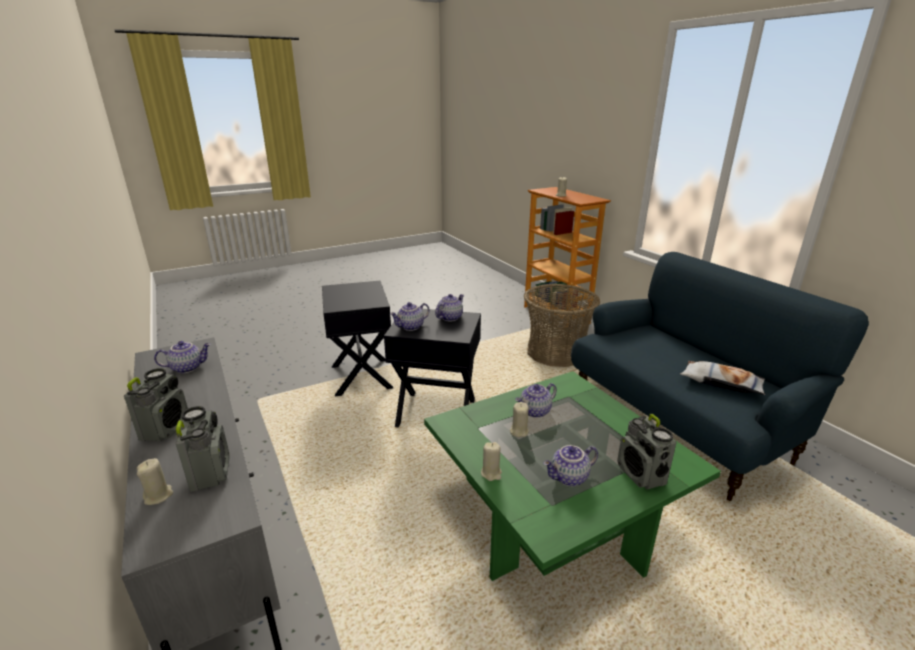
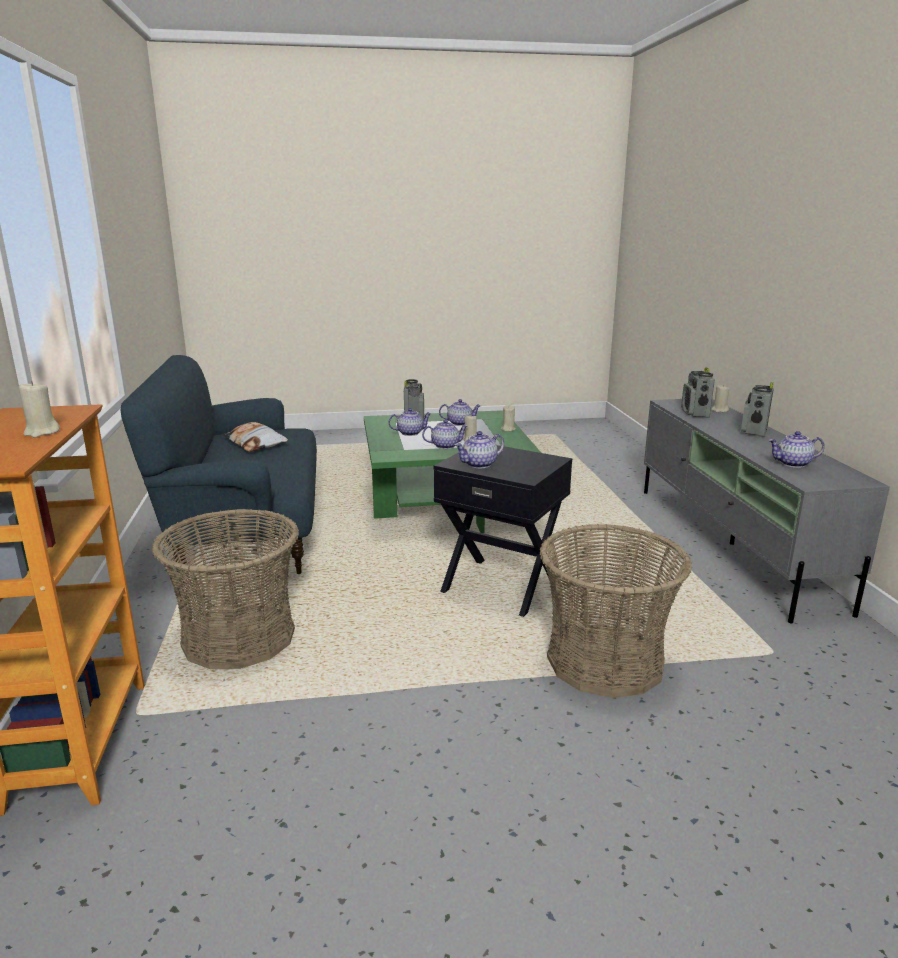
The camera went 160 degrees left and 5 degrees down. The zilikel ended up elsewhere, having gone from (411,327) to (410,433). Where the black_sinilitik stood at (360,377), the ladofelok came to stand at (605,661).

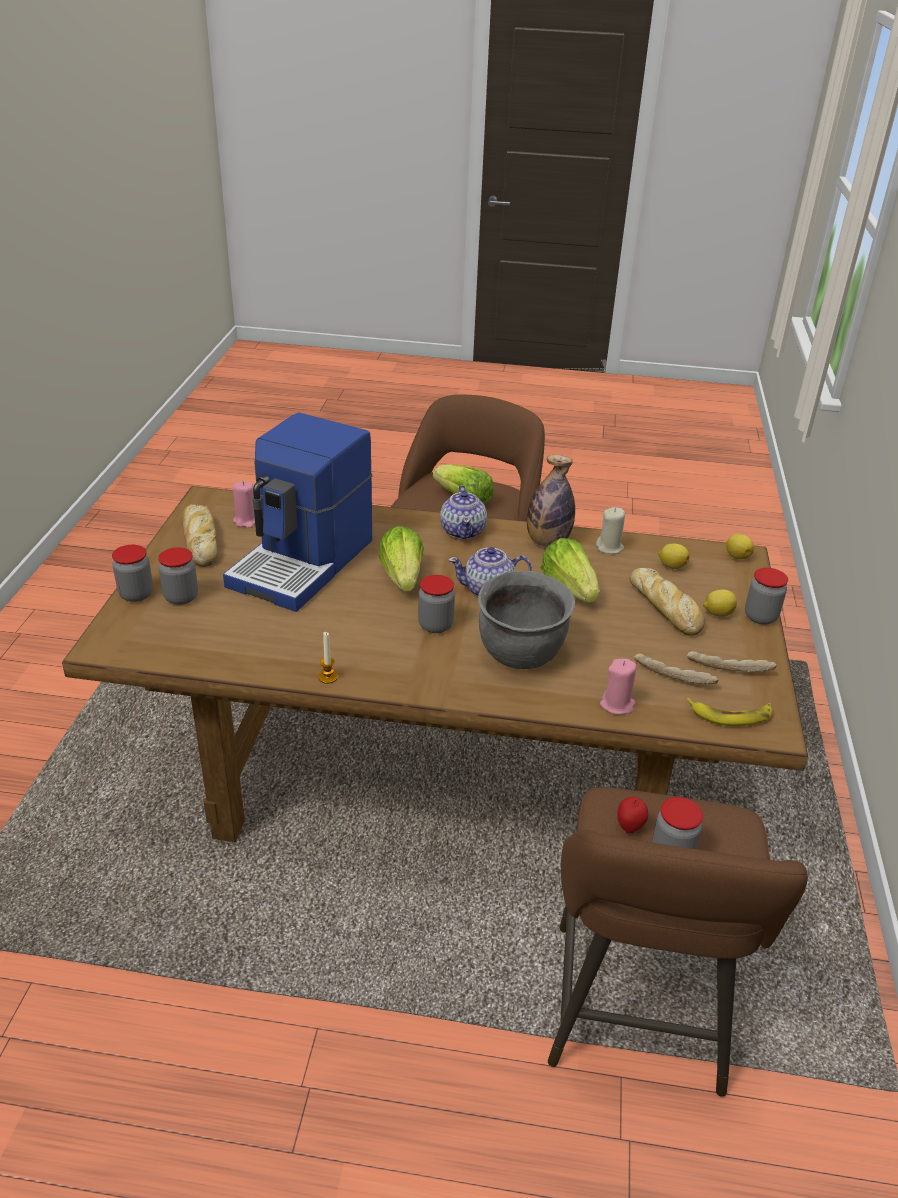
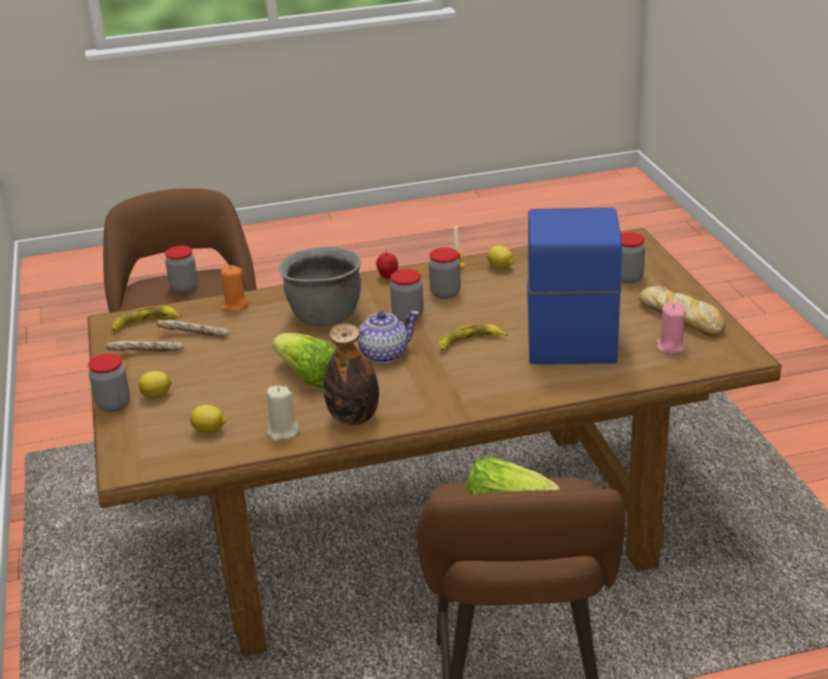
The camera went 160 degrees right and 5 degrees down. The second view lost the zilikel at (463,531). The second view lost the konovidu at (665,608). The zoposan ended up elsewhere, having gone from (136,594) to (445,293). The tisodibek ended up elsewhere, having gone from (629,827) to (388,277). The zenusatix ended up elsewhere, having gone from (737,556) to (500,268). Where the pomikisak stood at (402,577), the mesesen came to stand at (469,342). What was the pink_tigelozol at (617,705) turned into the orange_tigelozol at (235,306).

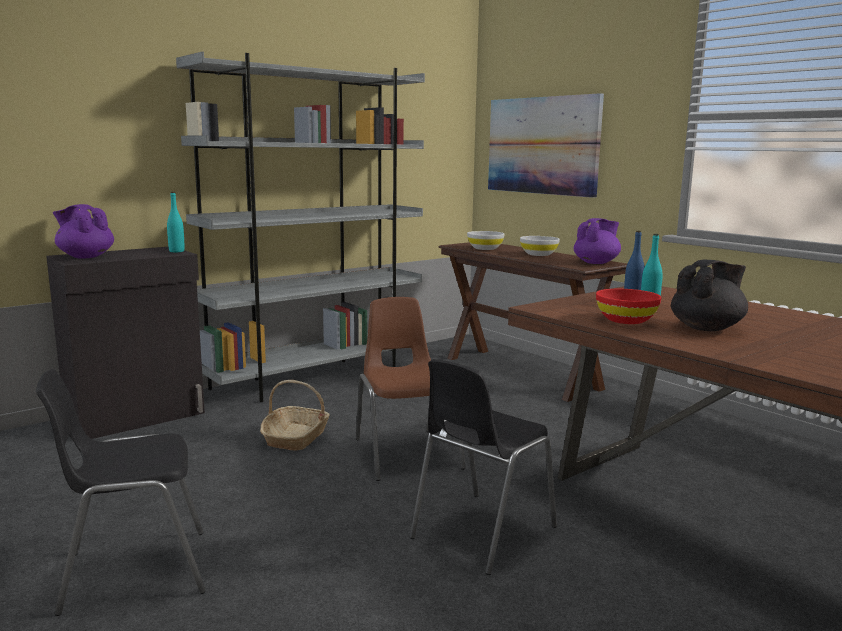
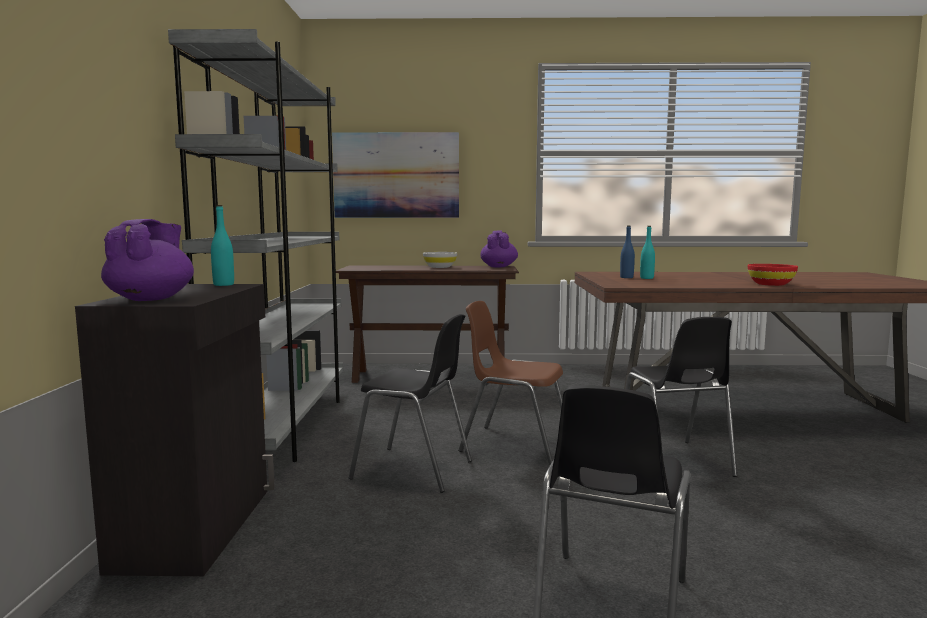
The camera went 50 degrees left and 5 degrees down. The second view lost the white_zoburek at (485,248). The second view lost the black_zilikel at (707,328). The red_zoburek ended up elsewhere, having gone from (626,320) to (770,284). Where the ladofelok stood at (296,437), the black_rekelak came to stand at (413,470). The purple_zilikel at (85,256) ended up facing another way, 120 degrees clockwise from before.

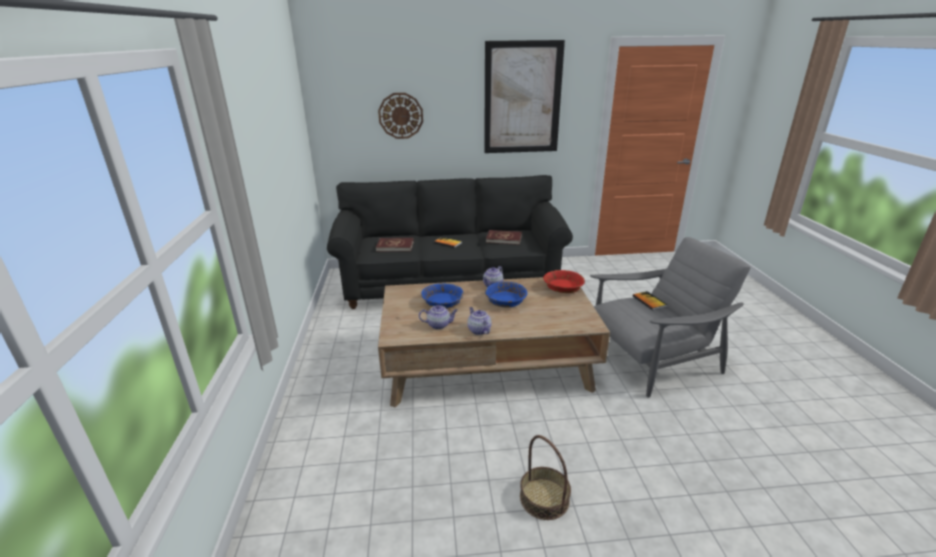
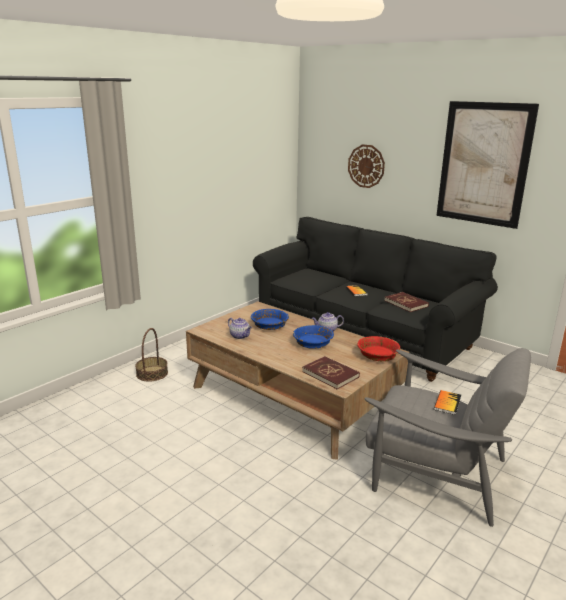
The camera went 45 degrees right and 5 degrees down. The second view lost the zilikel at (478,330). The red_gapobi ended up elsewhere, having gone from (395,246) to (330,374). The ladofelok ended up elsewhere, having gone from (544,498) to (152,373).

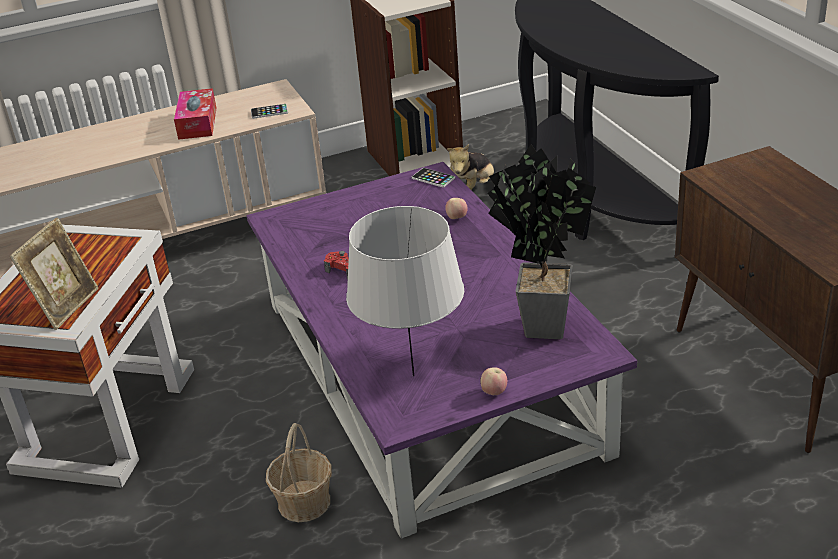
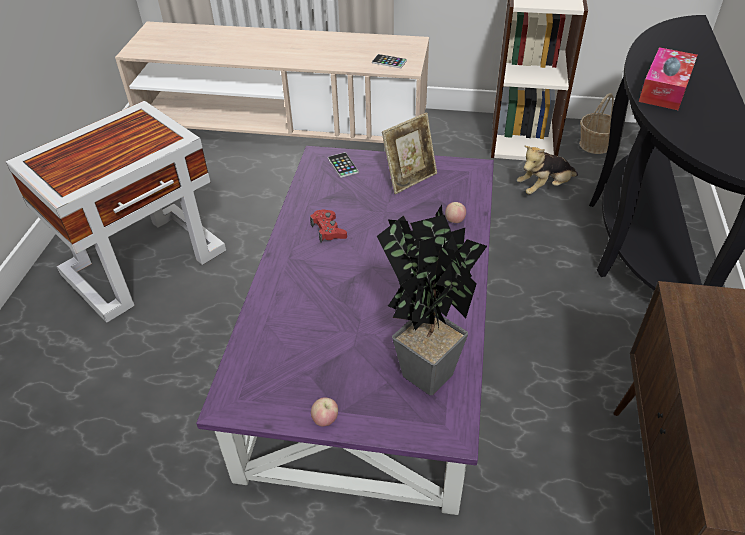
The camera went 30 degrees right and 10 degrees up. The second view lost the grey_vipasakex at (413,375). The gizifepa ended up elsewhere, having gone from (66,306) to (410,179). The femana ended up elsewhere, having gone from (197,123) to (664,89). The ladofelok ended up elsewhere, having gone from (304,502) to (595,145). The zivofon ended up elsewhere, having gone from (433,178) to (343,165).

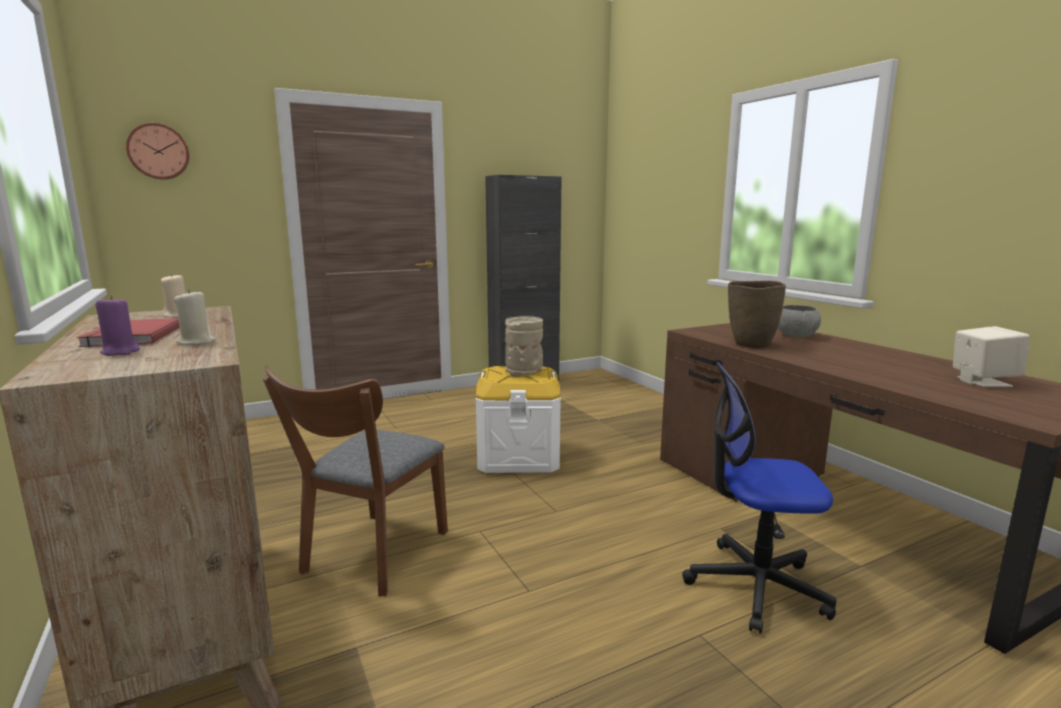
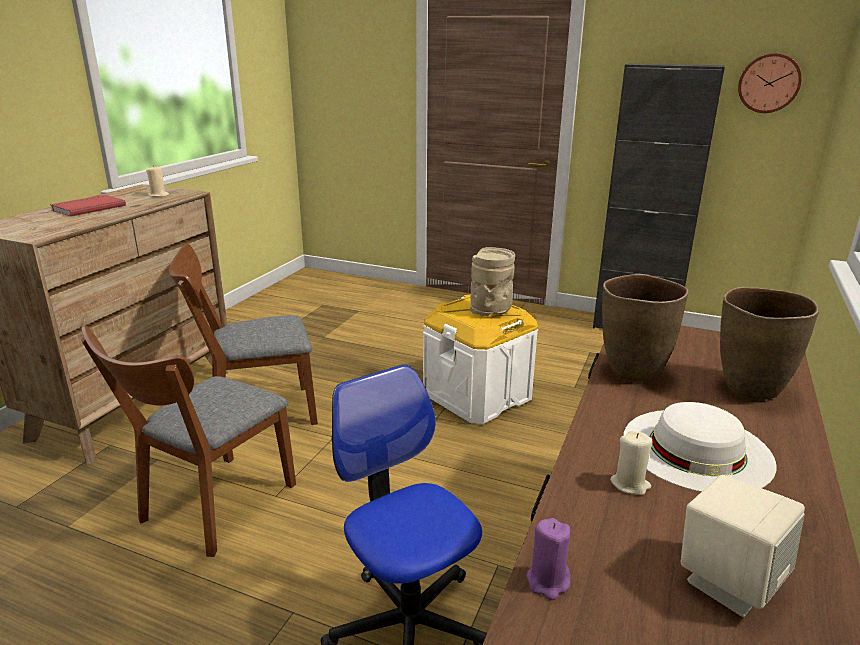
The camera went 50 degrees right and 10 degrees up. The second view gained the brown_rekelak at (211,509). The second view gained the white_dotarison at (697,449). The purple_tigelozol ended up elsewhere, having gone from (120,352) to (548,581). The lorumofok ended up elsewhere, having gone from (158,151) to (769,83). The beige_tigelozol ended up elsewhere, having gone from (196,342) to (630,484). Where the grey_zoburek stood at (796,336), the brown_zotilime came to stand at (750,388).

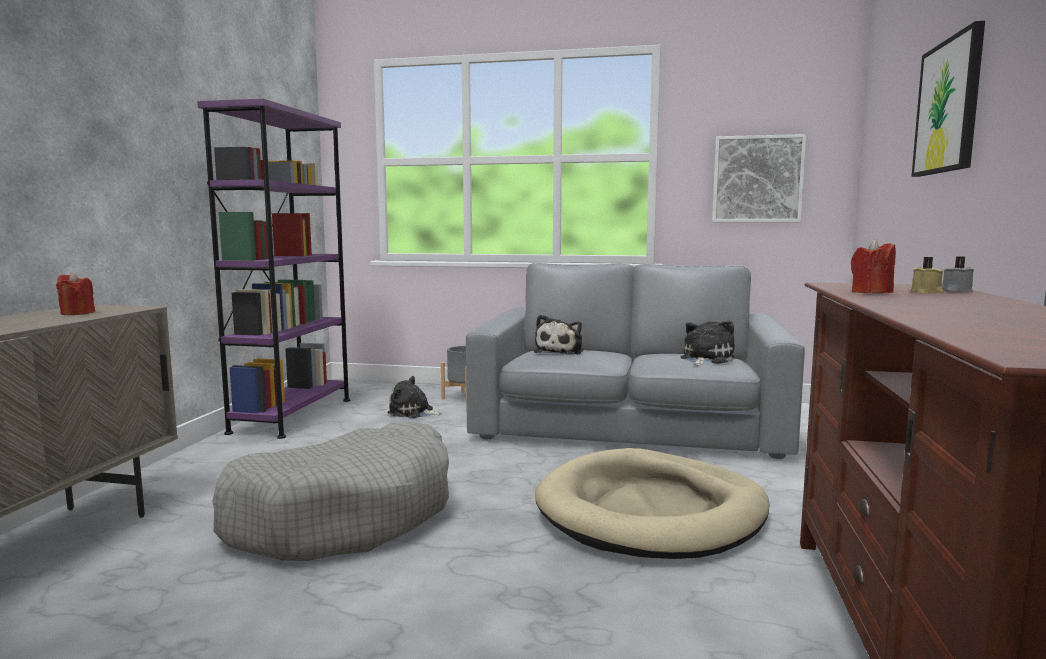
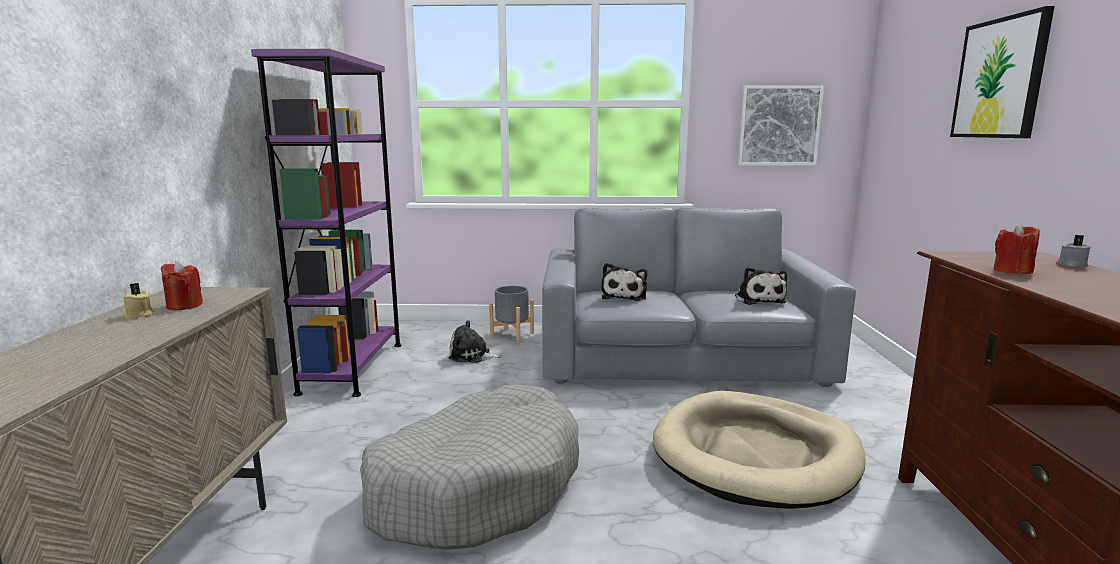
The camera went 10 degrees left and 5 degrees up. The beige_tigelozol ended up elsewhere, having gone from (927,292) to (140,315). The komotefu at (705,359) ended up facing another way, 150 degrees clockwise from before.

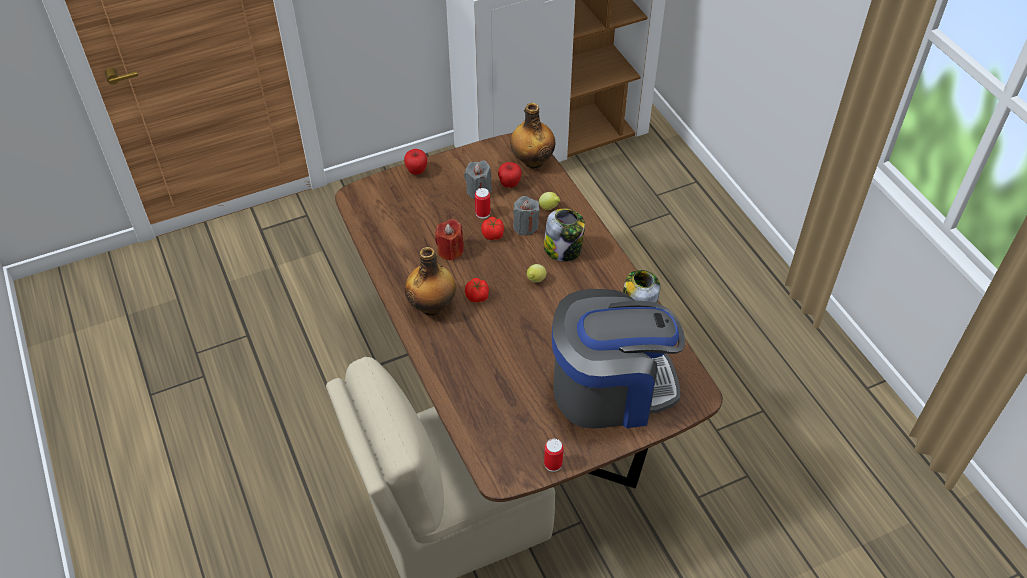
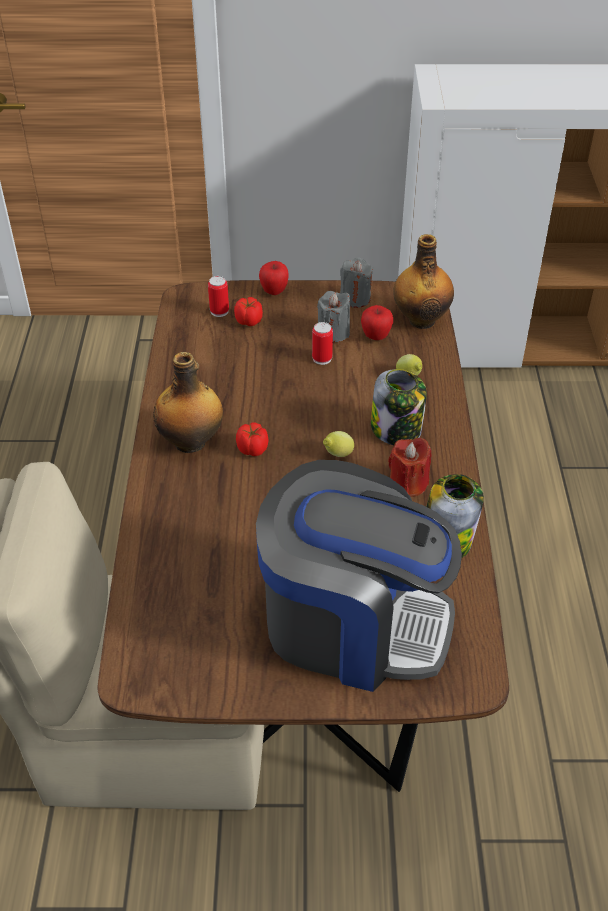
The camera went 25 degrees right and 5 degrees down. The red_tigelozol ended up elsewhere, having gone from (450,251) to (408,483). The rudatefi ended up elsewhere, having gone from (493,235) to (249,321). The grey_tigelozol ended up elsewhere, having gone from (525,226) to (355,298). The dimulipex ended up elsewhere, having gone from (553,464) to (219,311).

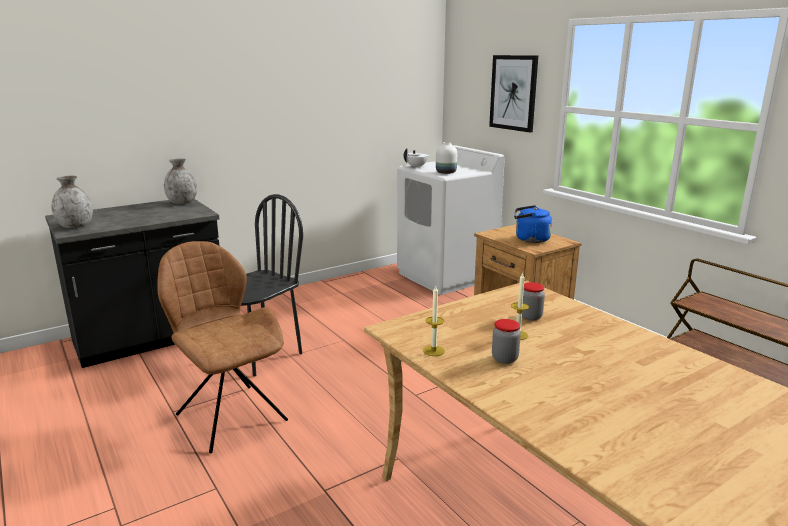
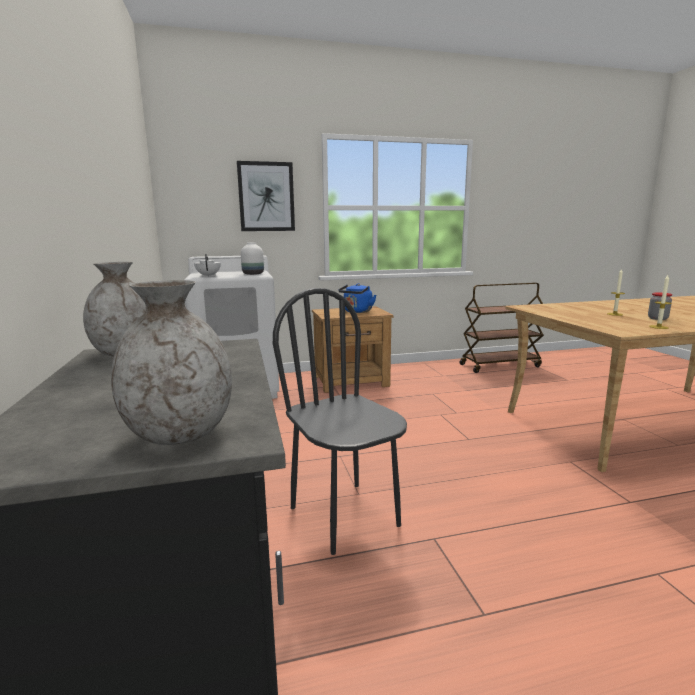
The camera went 70 degrees left and 5 degrees down. The second view lost the brown_rekelak at (230,415). The second view lost the zoposan at (530,317).

